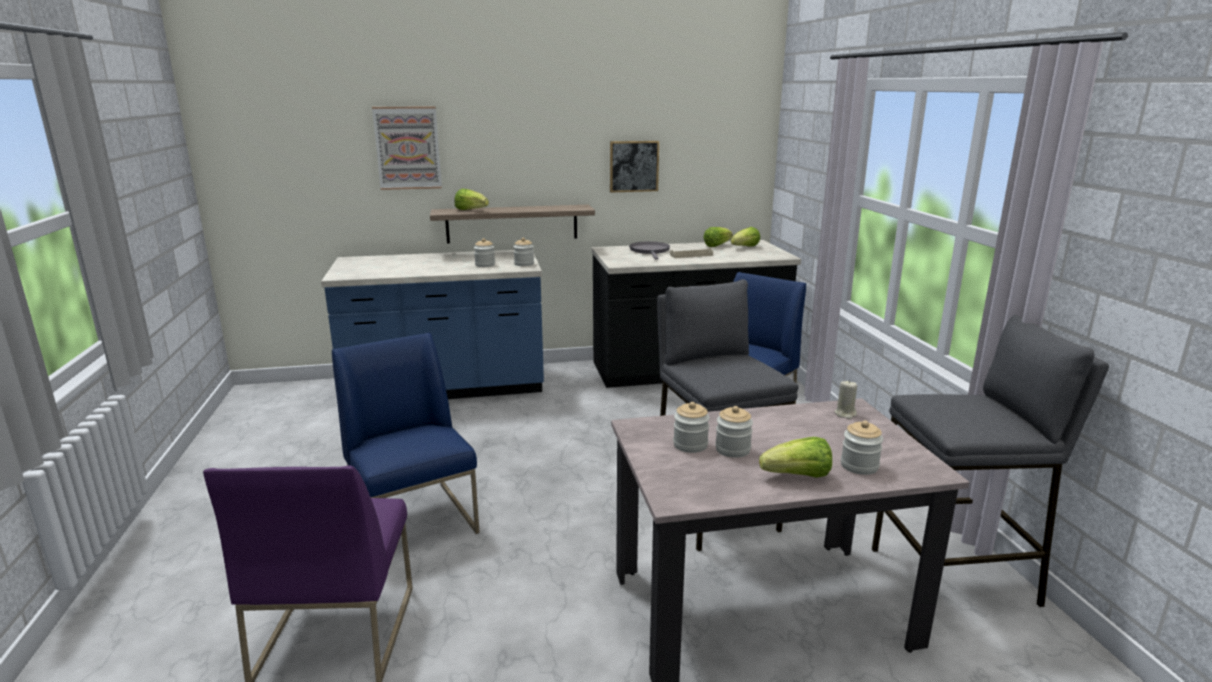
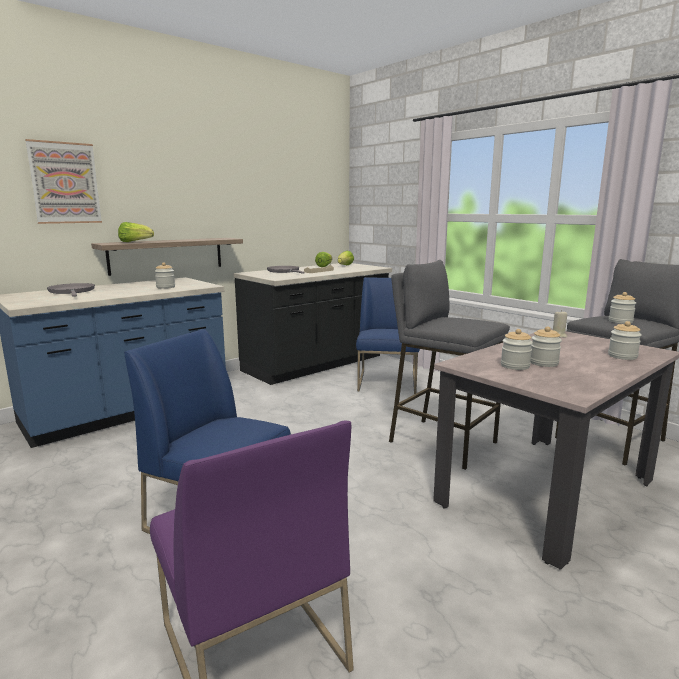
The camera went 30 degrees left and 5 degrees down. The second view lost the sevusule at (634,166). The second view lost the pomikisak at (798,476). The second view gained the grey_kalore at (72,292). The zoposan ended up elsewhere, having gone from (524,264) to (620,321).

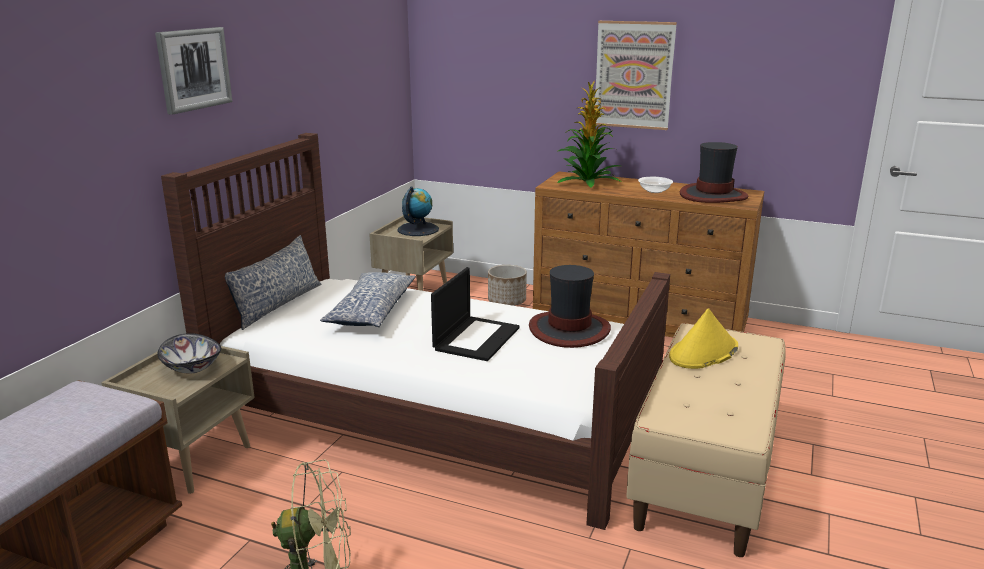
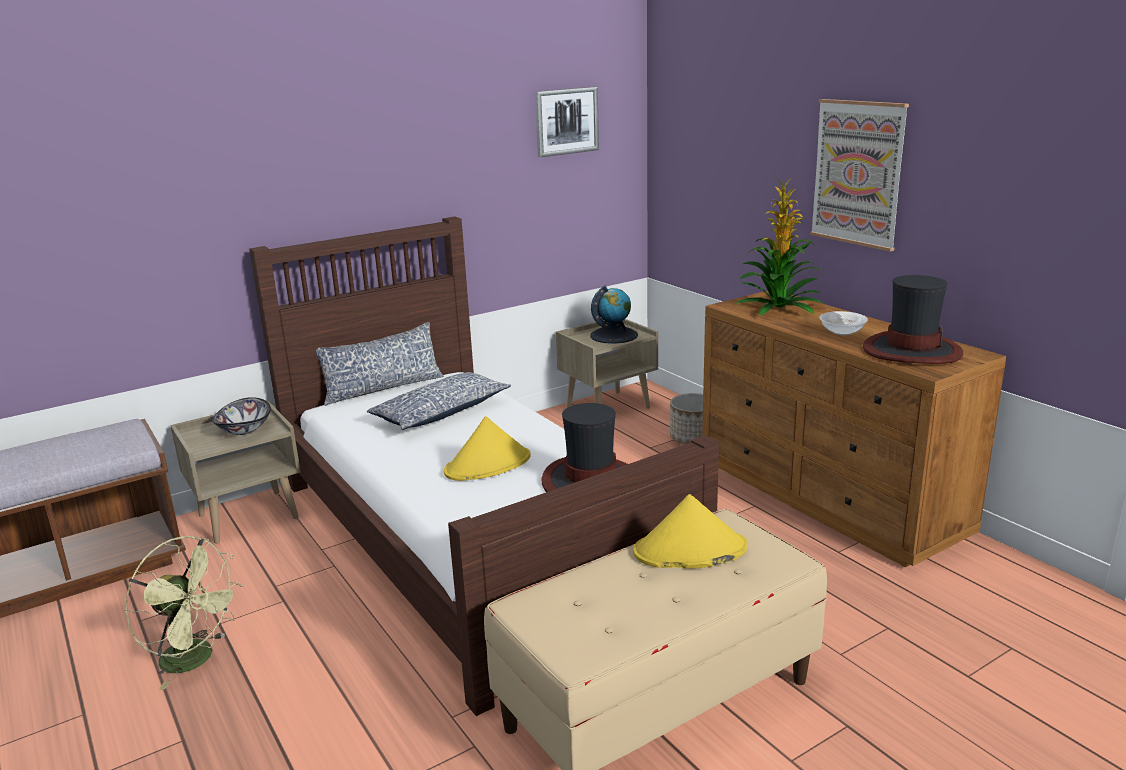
The camera went 35 degrees right and 0 degrees up. The sevusule ended up elsewhere, having gone from (193,69) to (566,121). Where the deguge stood at (476,338), the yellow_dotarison came to stand at (488,465).

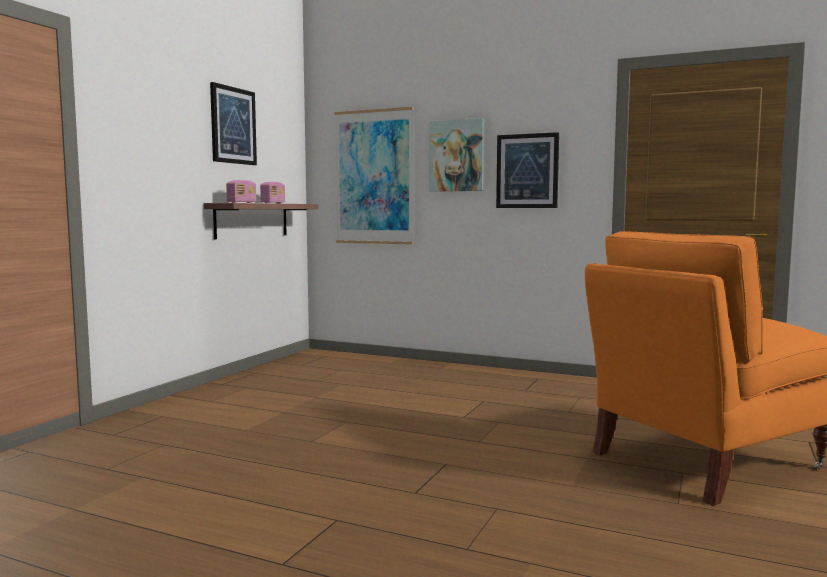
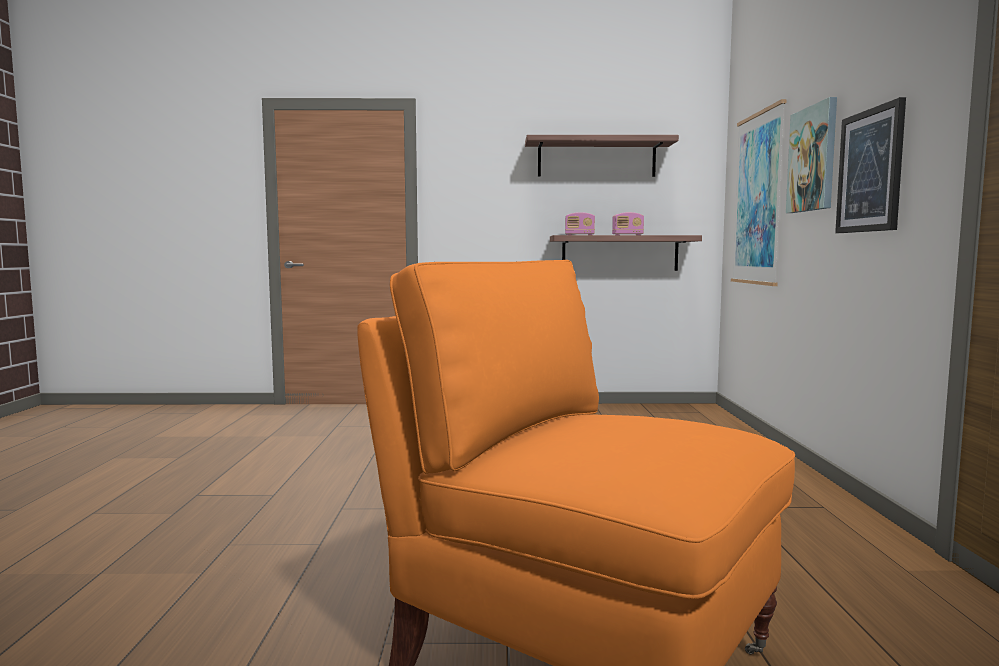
The camera went 65 degrees right and 0 degrees up. Where the sevusule hung at (233,125), the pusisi came to hang at (596,158).

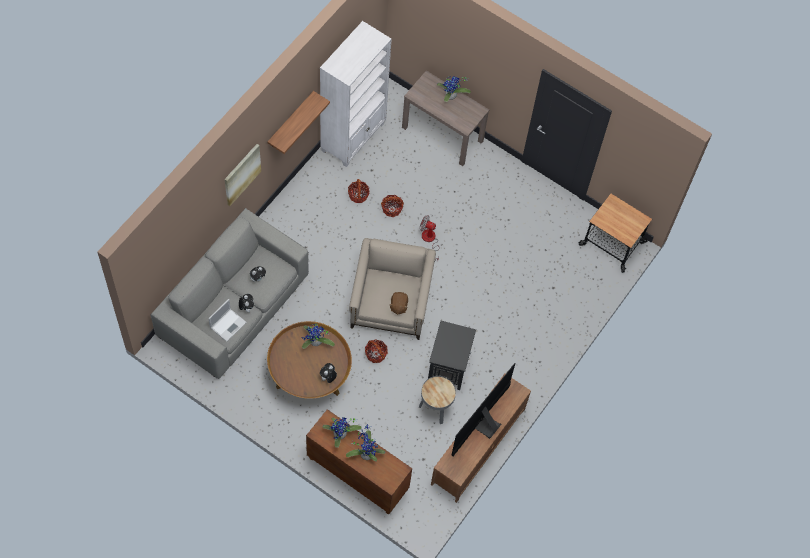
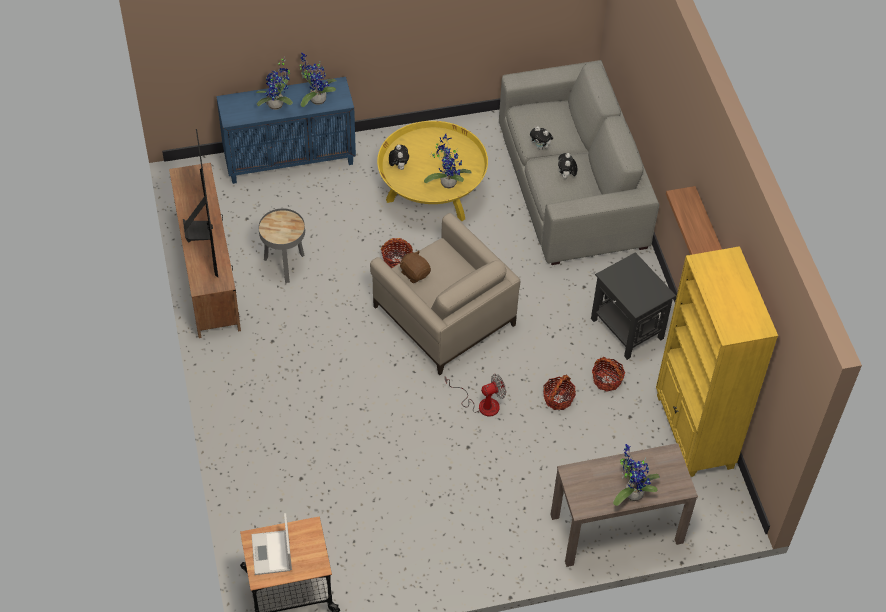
The camera went 135 degrees right and 10 degrees down. The second view lost the sevusule at (242,174). The deguge ended up elsewhere, having gone from (228,324) to (272,553). The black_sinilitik ended up elsewhere, having gone from (449,366) to (627,329). What was the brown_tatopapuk at (309,374) turned into the yellow_tatopapuk at (431,193). What was the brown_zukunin at (356,475) turned into the blue_zukunin at (290,159). What was the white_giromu at (353,137) turned into the yellow_giromu at (694,432).

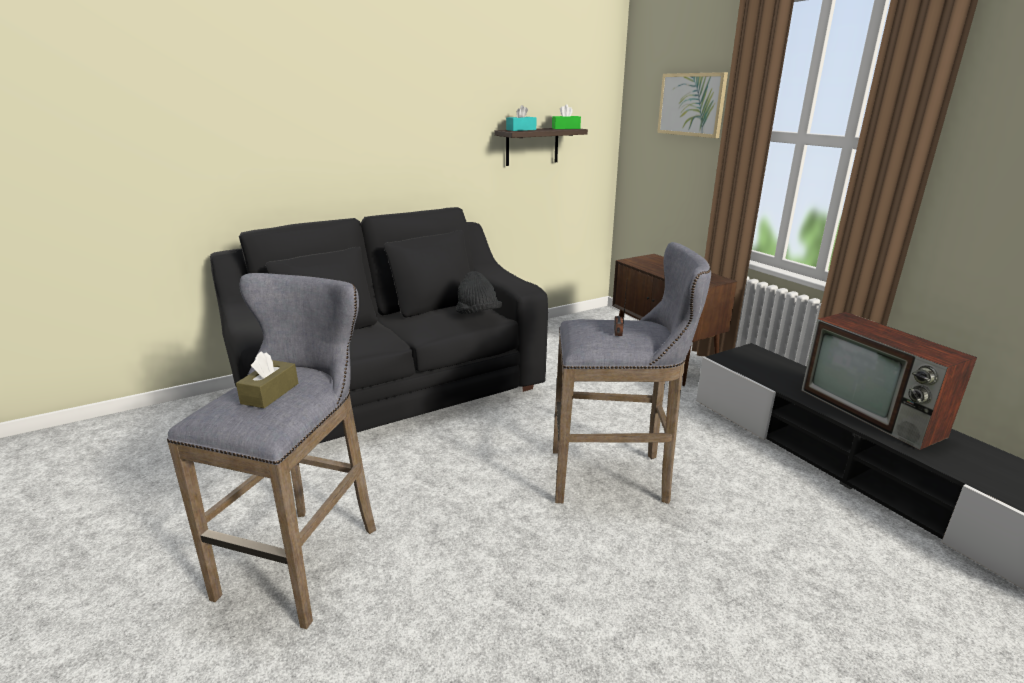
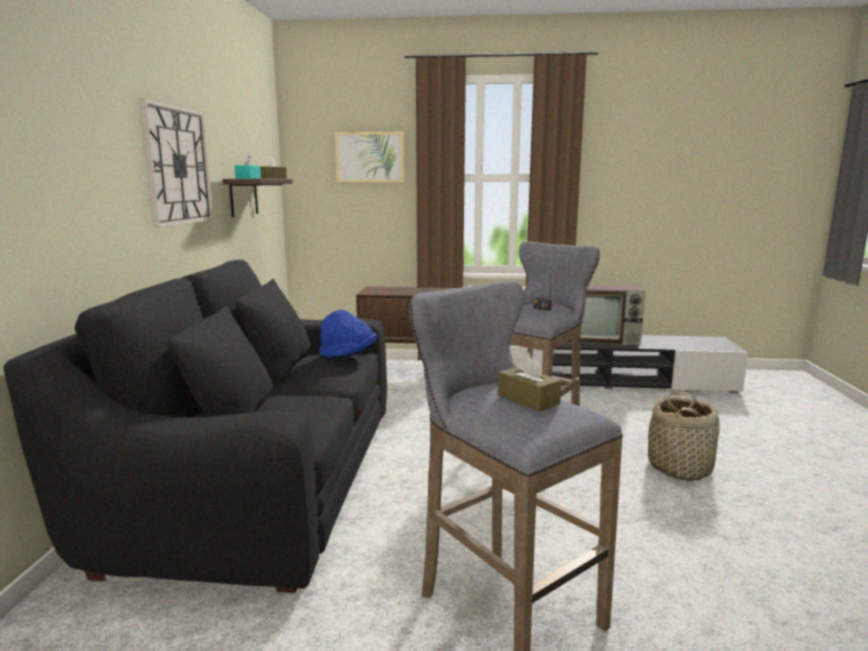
The camera went 55 degrees left and 10 degrees down. The second view gained the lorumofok at (177,166). The second view gained the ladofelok at (680,467). What was the black_dotarison at (478,314) turned into the blue_dotarison at (348,355). What was the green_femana at (566,128) turned into the brown_femana at (272,178).

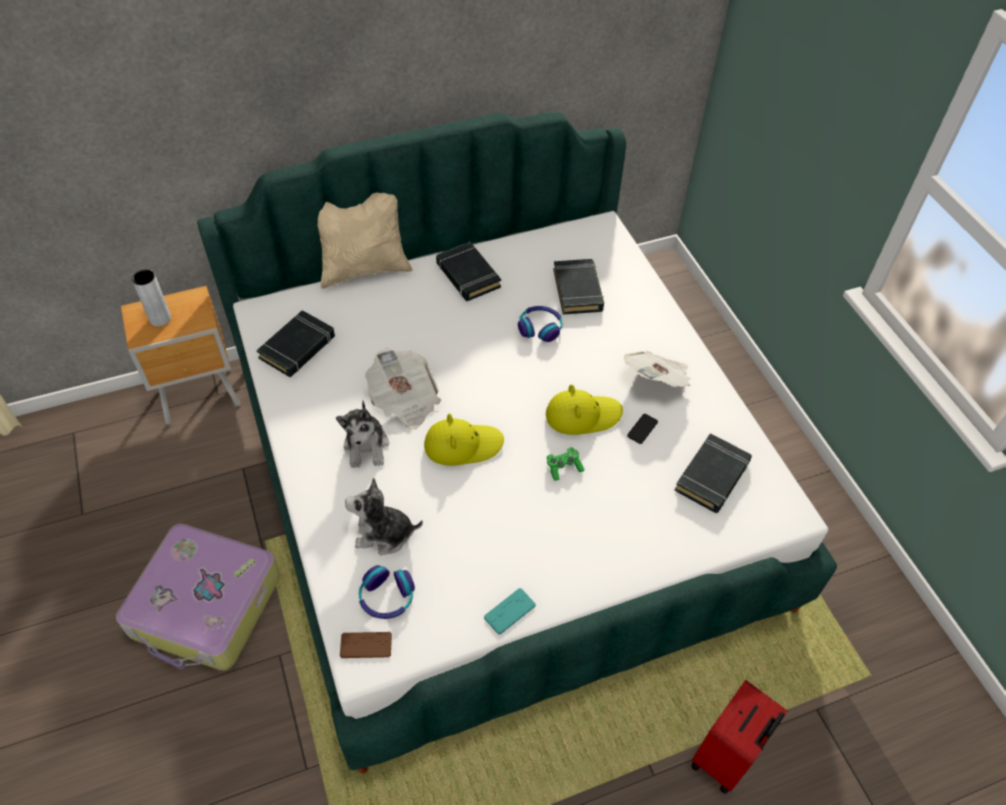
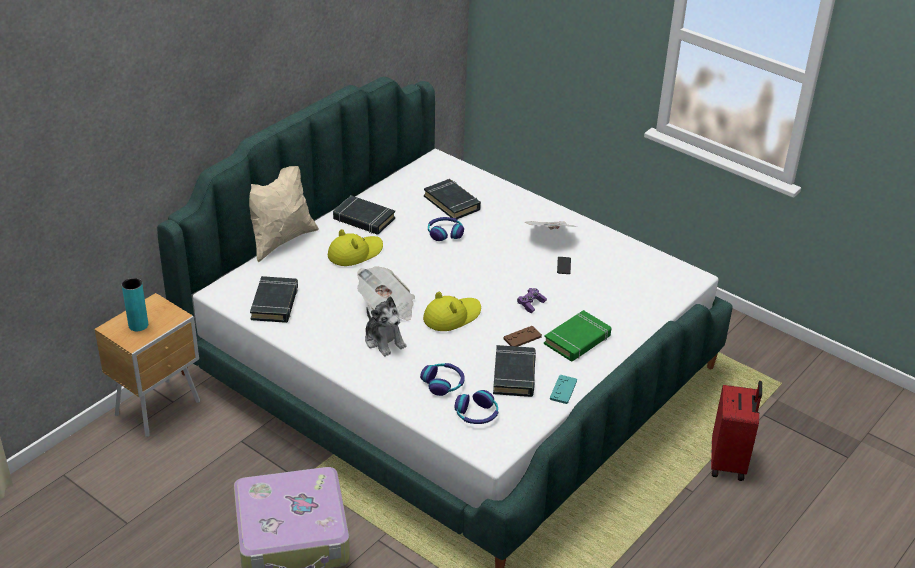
The camera went 30 degrees left and 15 degrees down. The second view gained the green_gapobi at (577,340). The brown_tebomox ended up elsewhere, having gone from (366,645) to (522,337). The yellow_dotarison ended up elsewhere, having gone from (582,415) to (355,253). The black_gapobi ended up elsewhere, having gone from (712,476) to (514,375). Where the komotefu stood at (384,534), the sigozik came to stand at (443,383). What was the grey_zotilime at (160,318) turned into the turquoise_zotilime at (138,325). What was the green_tebomox at (563,467) turned into the purple_tebomox at (531,304).

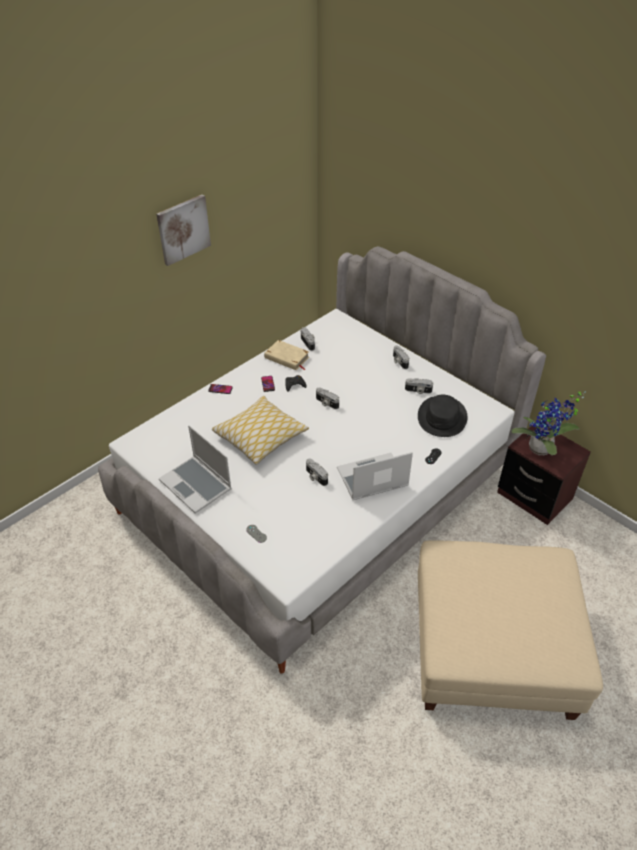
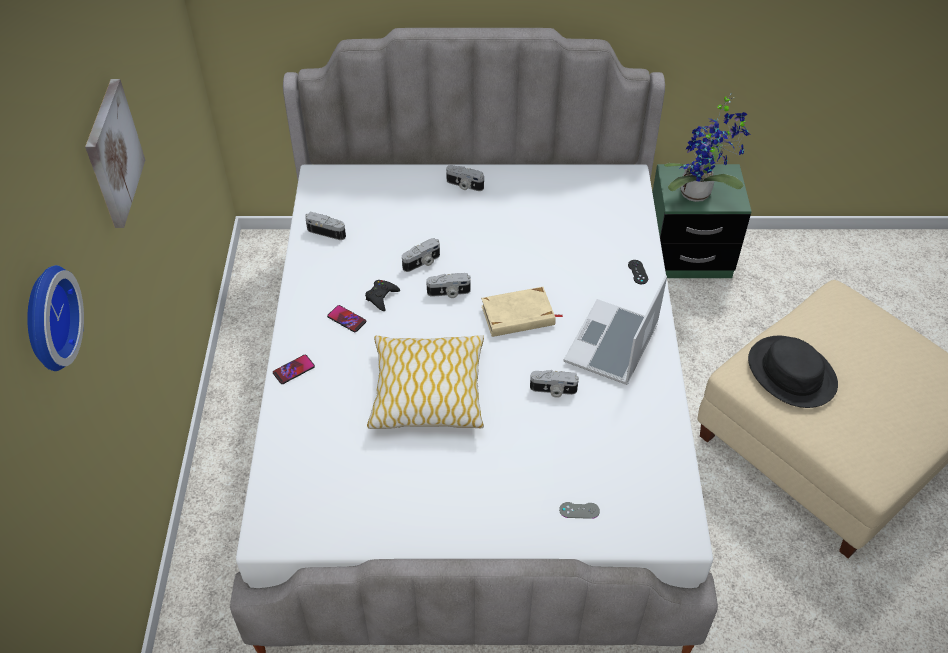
The camera went 45 degrees left and 5 degrees up. The second view lost the deguge at (197,485). The second view gained the lorumofok at (46,318). The beige_gapobi ended up elsewhere, having gone from (287,358) to (518,316). The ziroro ended up elsewhere, having gone from (418,391) to (422,263). The black_dotarison ended up elsewhere, having gone from (442,417) to (792,372). What was the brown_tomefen at (534,496) turned into the green_tomefen at (687,256).

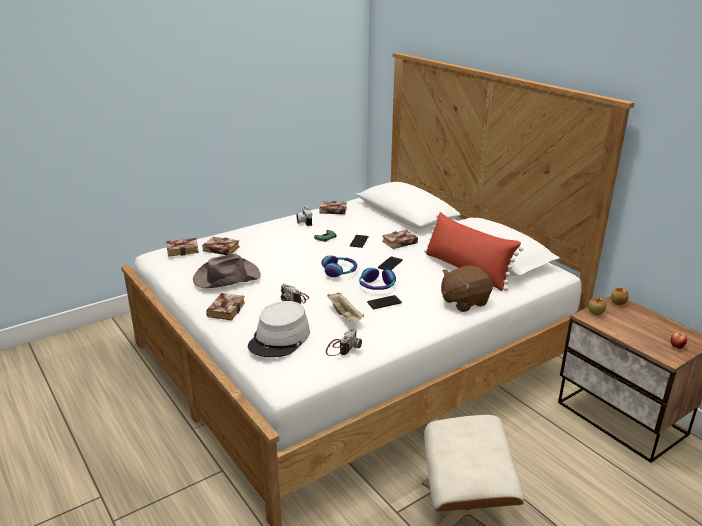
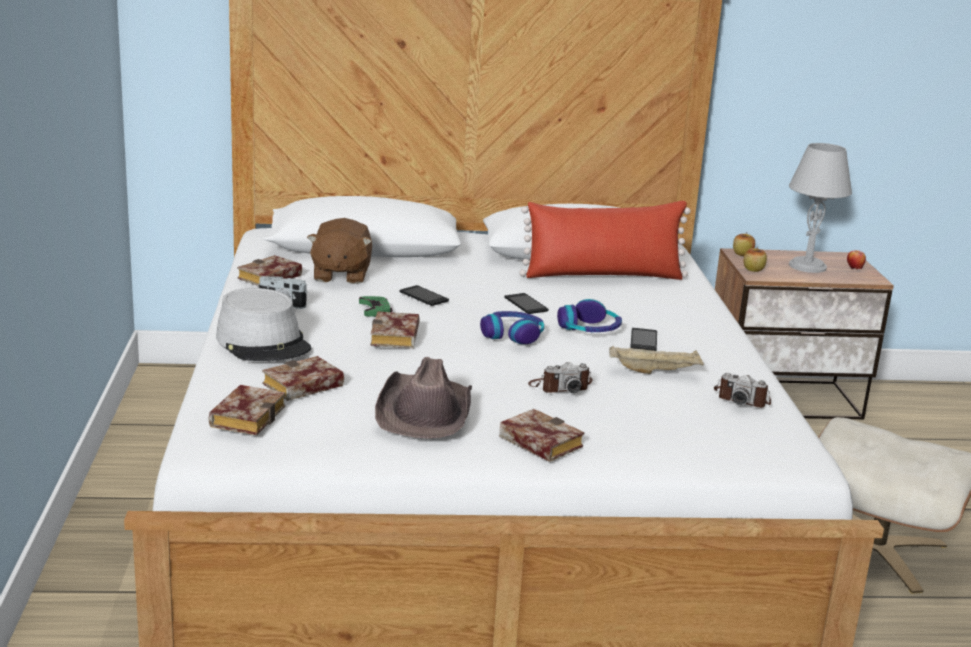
The camera went 60 degrees left and 5 degrees down. The second view gained the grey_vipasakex at (807,266). The grey_dotarison ended up elsewhere, having gone from (280,339) to (263,342). The gapobi ended up elsewhere, having gone from (399,243) to (396,338). The brown_komotefu ended up elsewhere, having gone from (464,302) to (340,275). The ziroro at (342,347) ended up facing another way, 150 degrees clockwise from before.

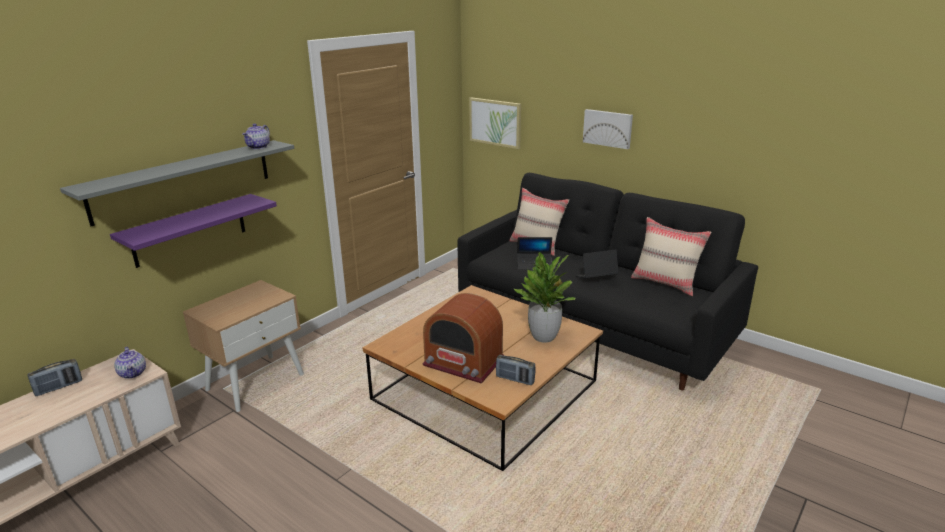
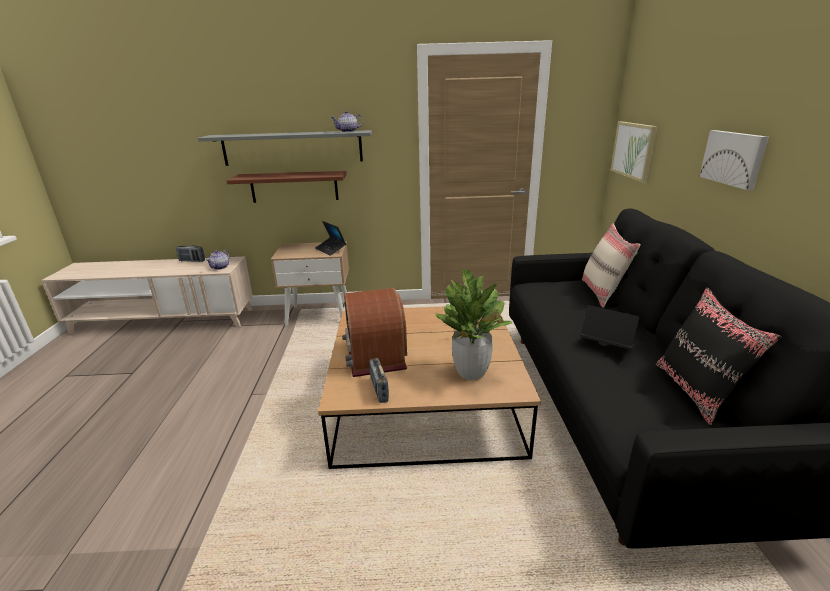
The camera went 50 degrees right and 0 degrees up. The deguge ended up elsewhere, having gone from (534,265) to (331,249). What was the purple_pusisi at (190,230) turned into the brown_pusisi at (294,186). What was the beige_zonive at (665,283) turned into the black_zonive at (696,392).

